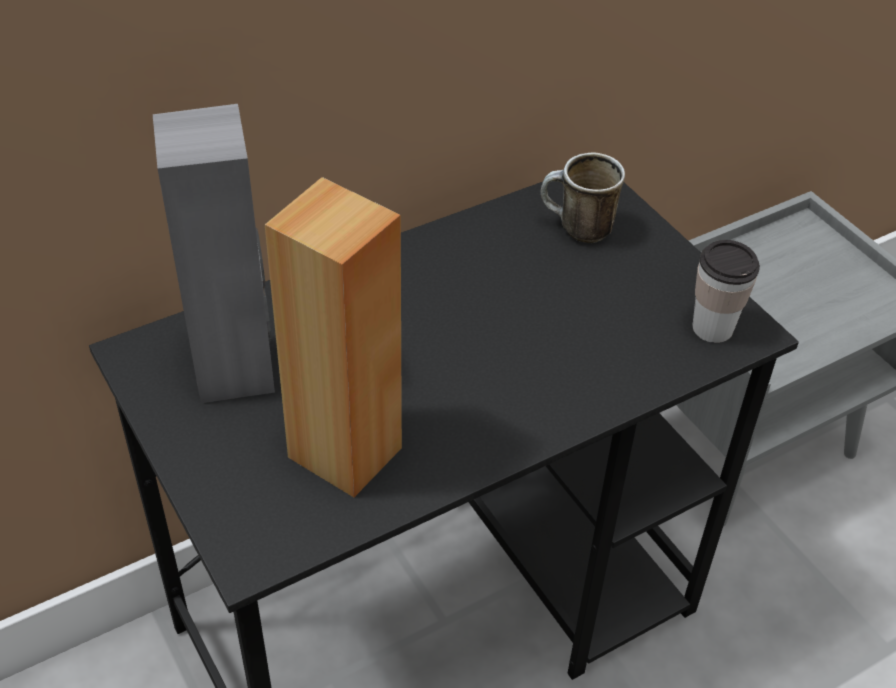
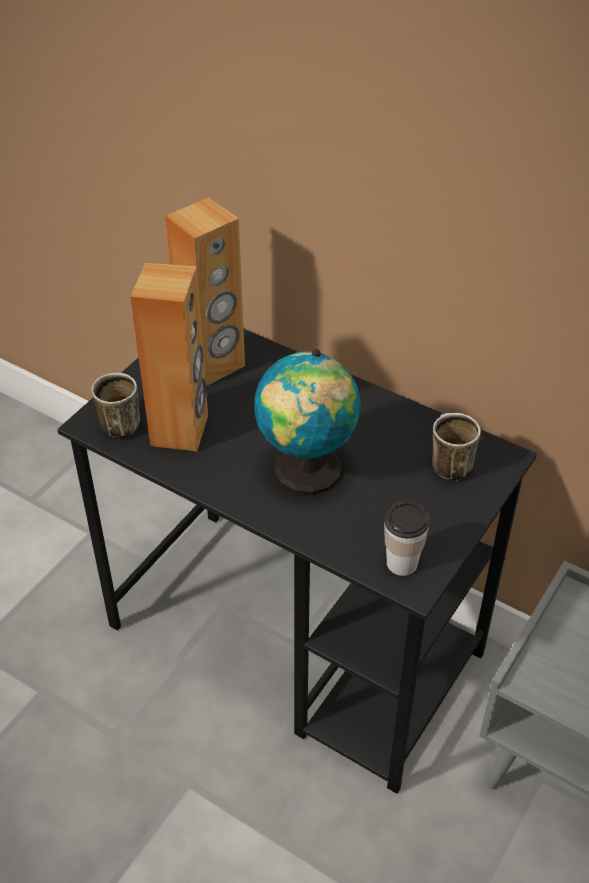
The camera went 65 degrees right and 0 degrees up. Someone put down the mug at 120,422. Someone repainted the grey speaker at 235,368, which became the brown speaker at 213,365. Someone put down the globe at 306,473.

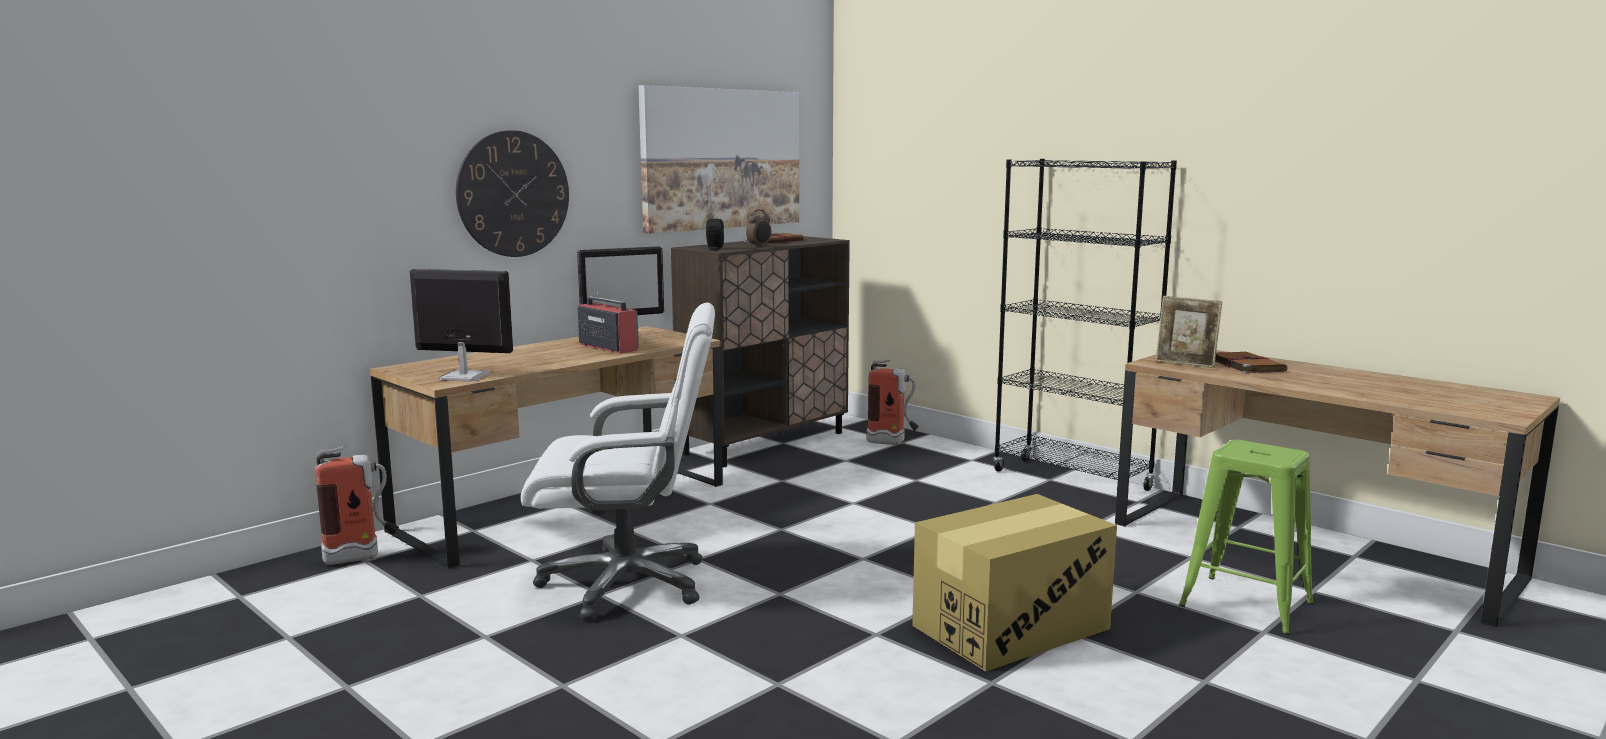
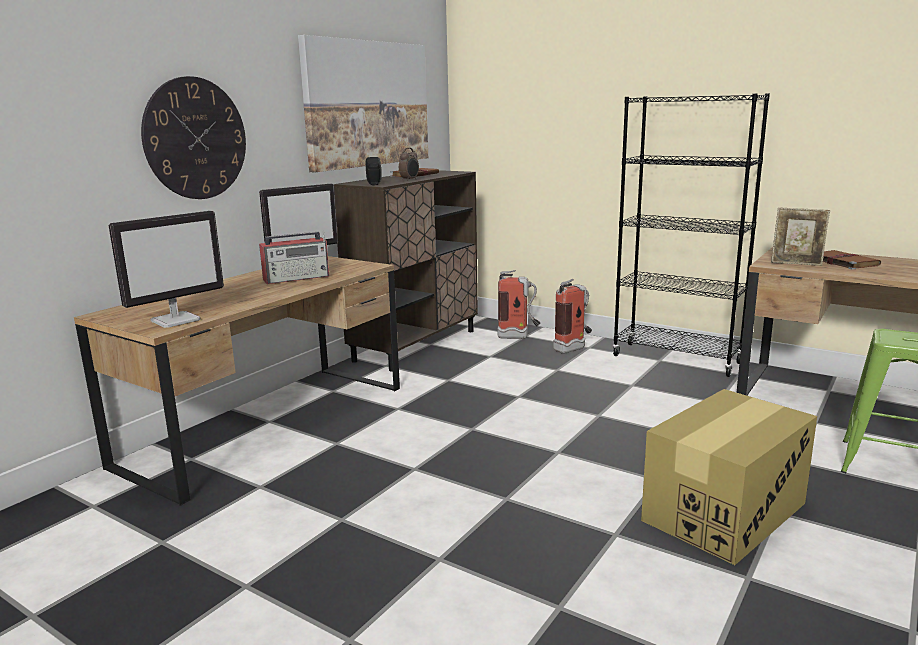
The camera went 10 degrees left and 5 degrees up. Someone rotated the monitor at 464,377 by 135 degrees clockwise. Someone rotated the radio at 608,347 by 120 degrees clockwise. Someone carried the fire extinguisher from 362,557 to 574,348. Someone took away the white office chair at 628,583.

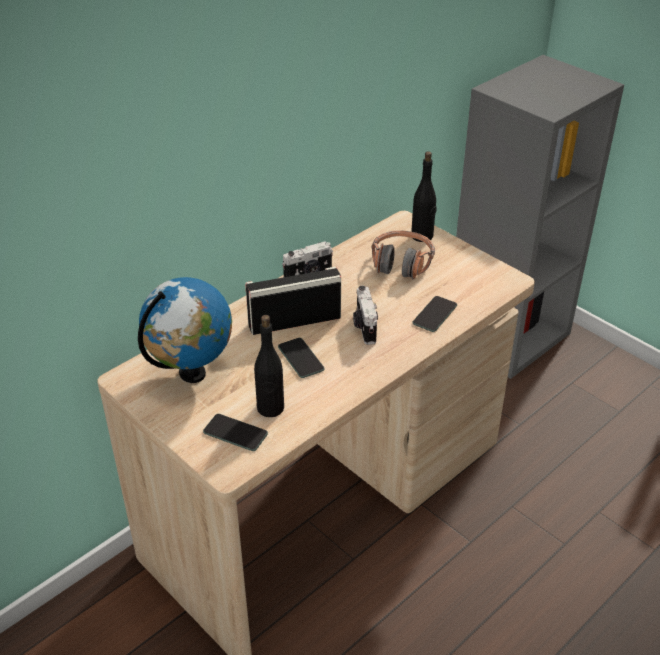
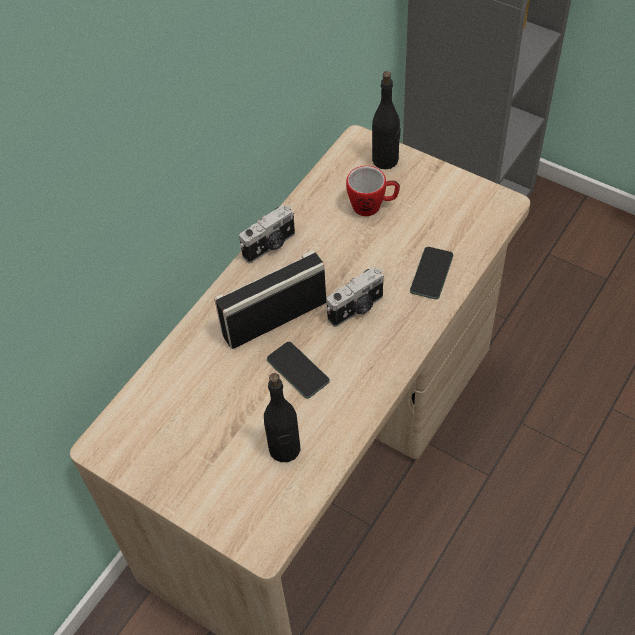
The camera went 10 degrees left and 15 degrees up. Someone rotated the photo camera at 364,327 by 105 degrees counterclockwise. Someone swapped the headphones at 401,263 for the mug at 372,206. Someone took away the globe at 192,374. Someone took away the phone at 235,433.

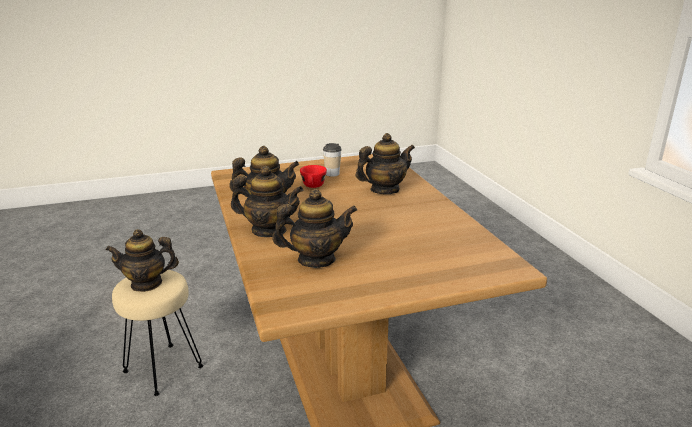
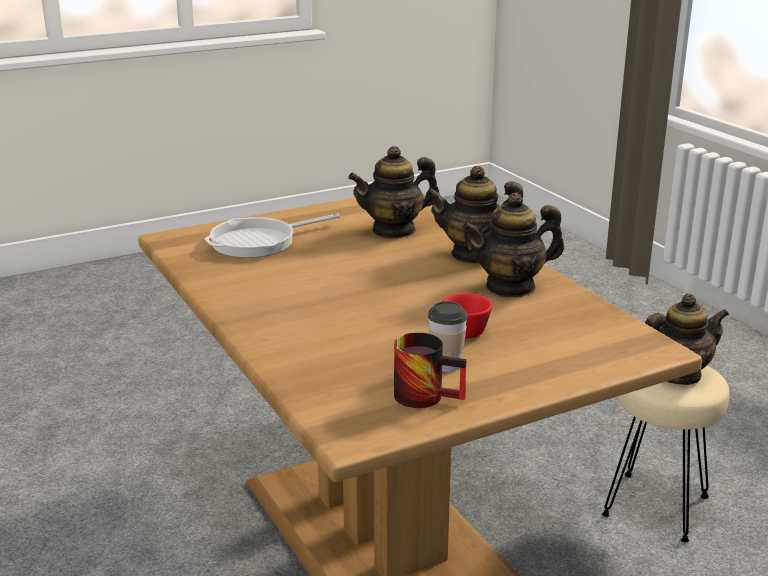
The camera went 170 degrees right and 0 degrees up. Someone put down the frying pan at 259,242. Someone put down the mug at 427,395. Someone took away the teapot at 384,190.

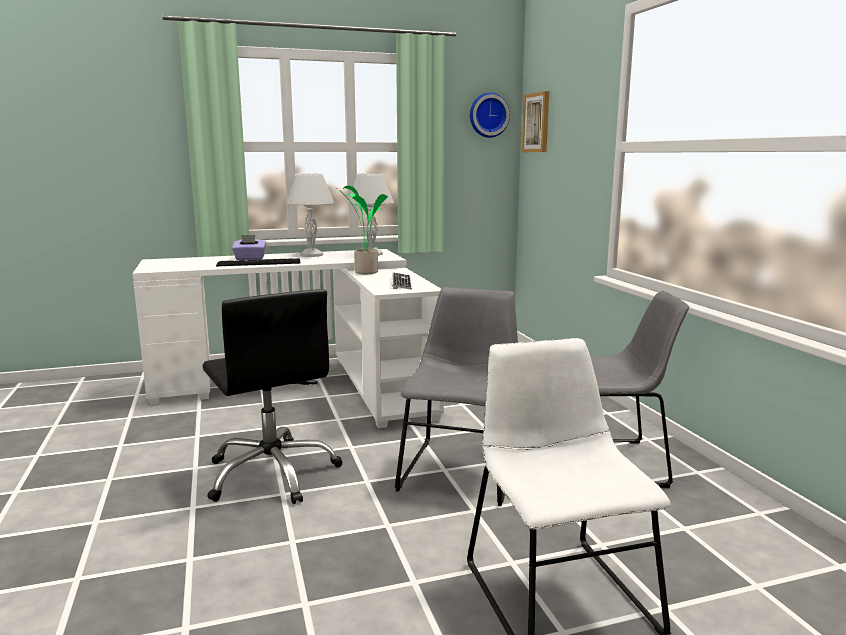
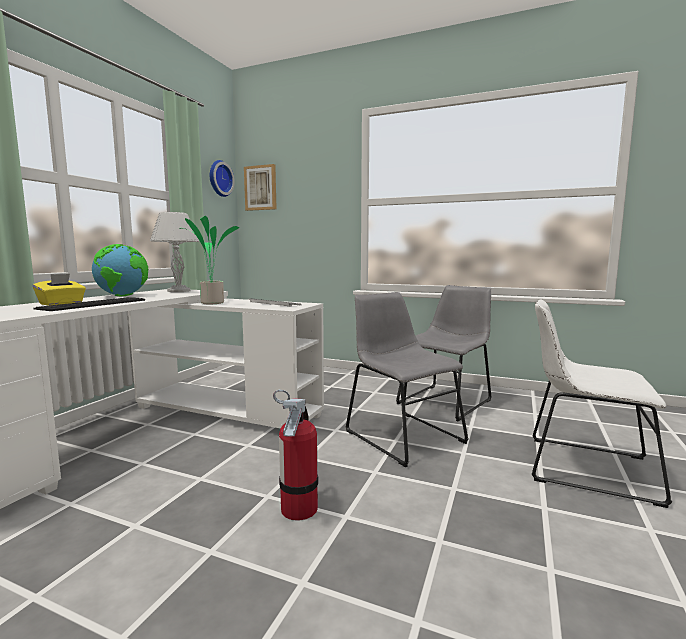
The camera went 50 degrees left and 5 degrees down. Someone repainted the purple tissue box at 250,259, which became the yellow tissue box at 61,303. Someone swapped the white table lamp at 312,255 for the globe at 123,296. Someone swapped the black office chair at 272,473 for the fire extinguisher at 299,508.

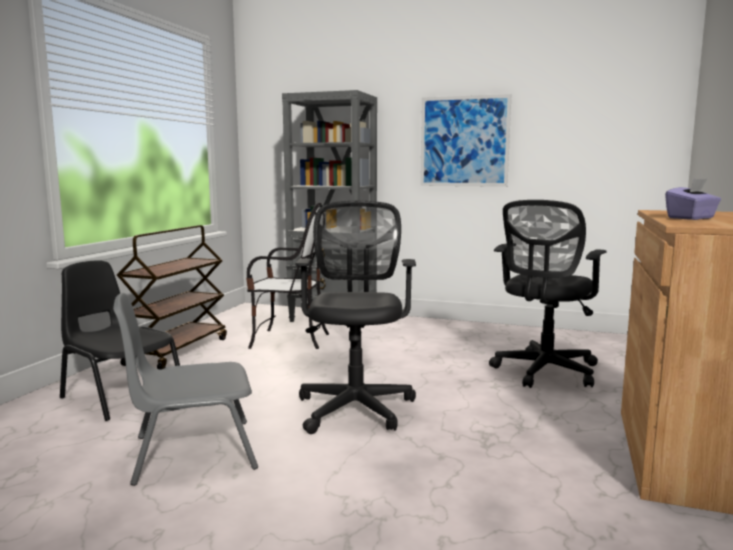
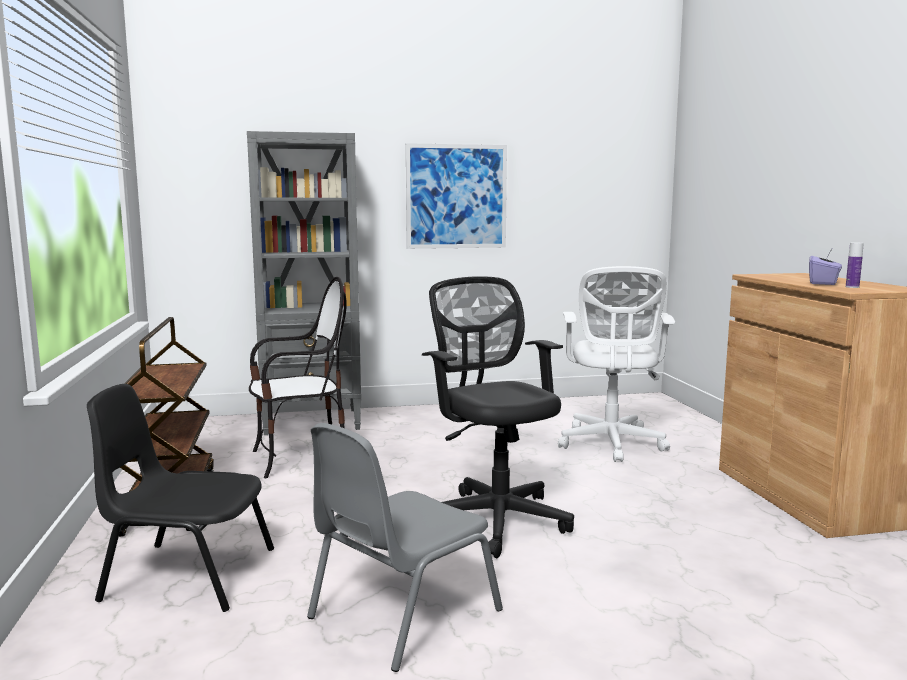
The camera went 30 degrees left and 0 degrees up. Someone repainted the black office chair at 544,372, which became the white office chair at 611,444. Someone put down the bottle at 852,287.

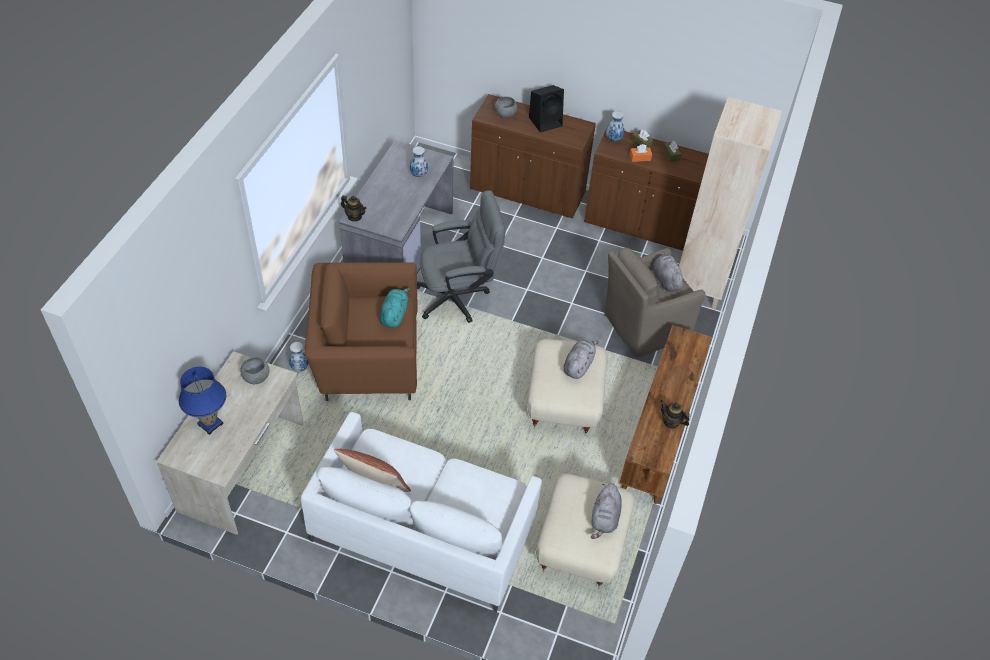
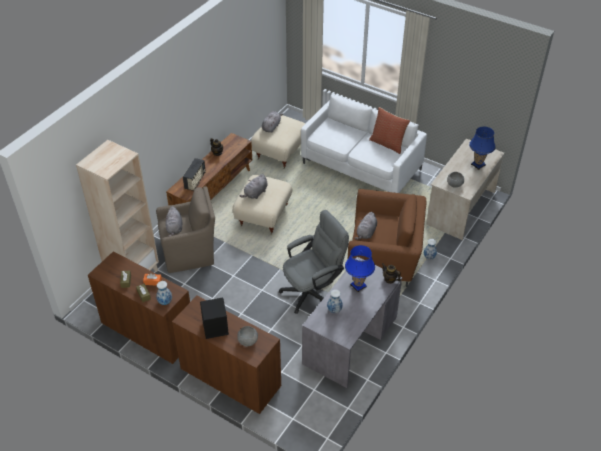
The camera went 165 degrees left and 5 degrees down. Someone put down the radio at 195,181. Someone rotated the grey office chair at 459,297 by 150 degrees clockwise. Someone put down the blue table lamp at 358,286. Someone repainted the turquoise plush toy at 394,315, which became the grey plush toy at 366,233.

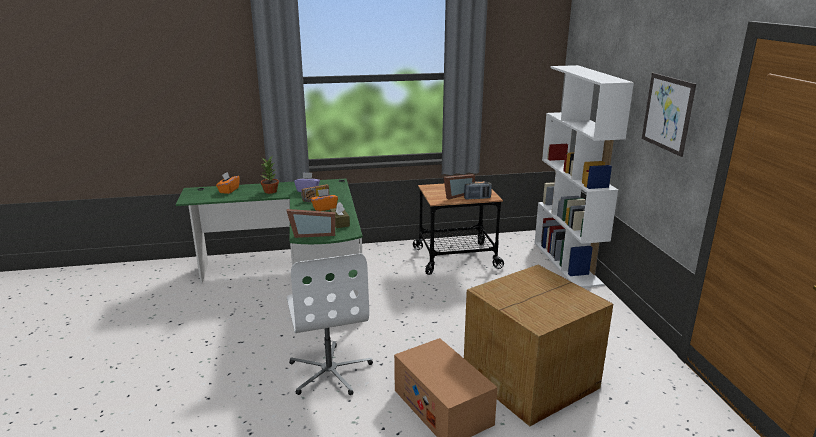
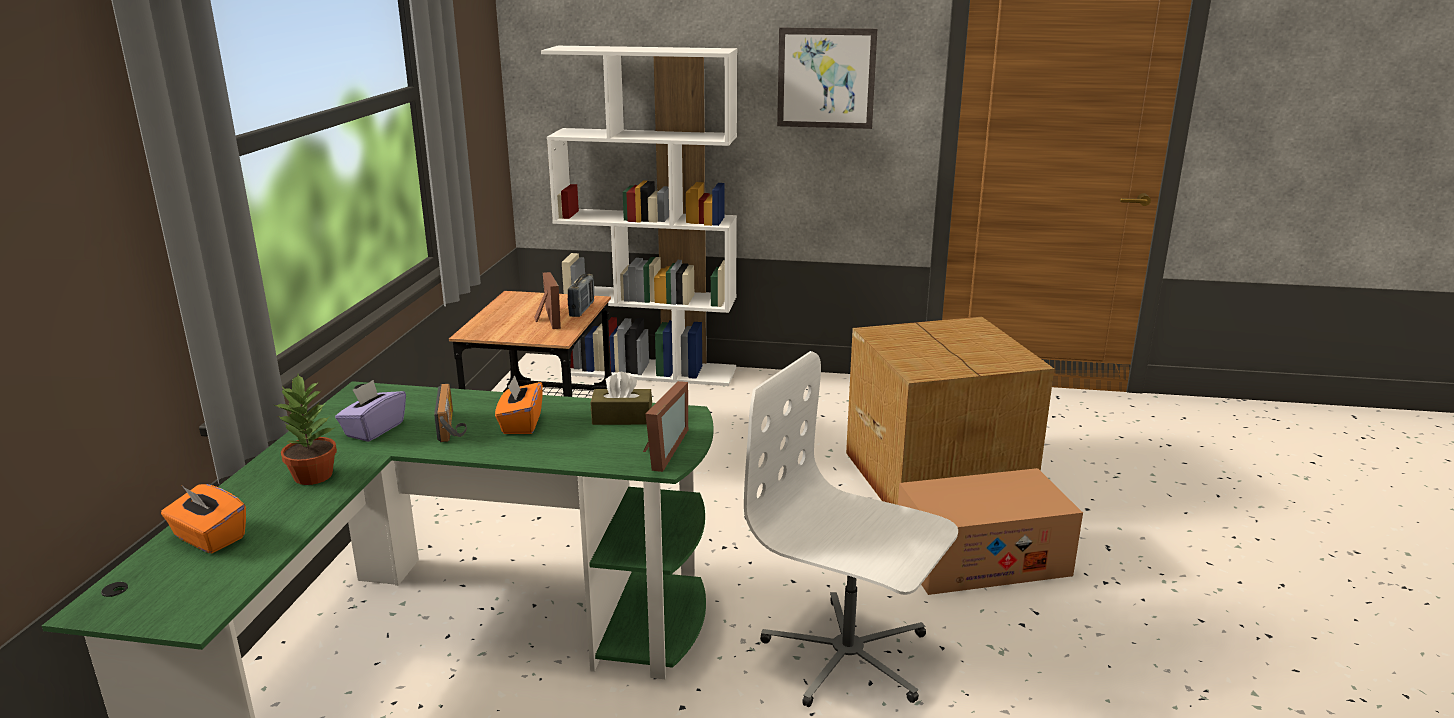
The camera went 70 degrees left and 0 degrees up. Someone rotated the white office chair at 330,371 by 150 degrees counterclockwise.

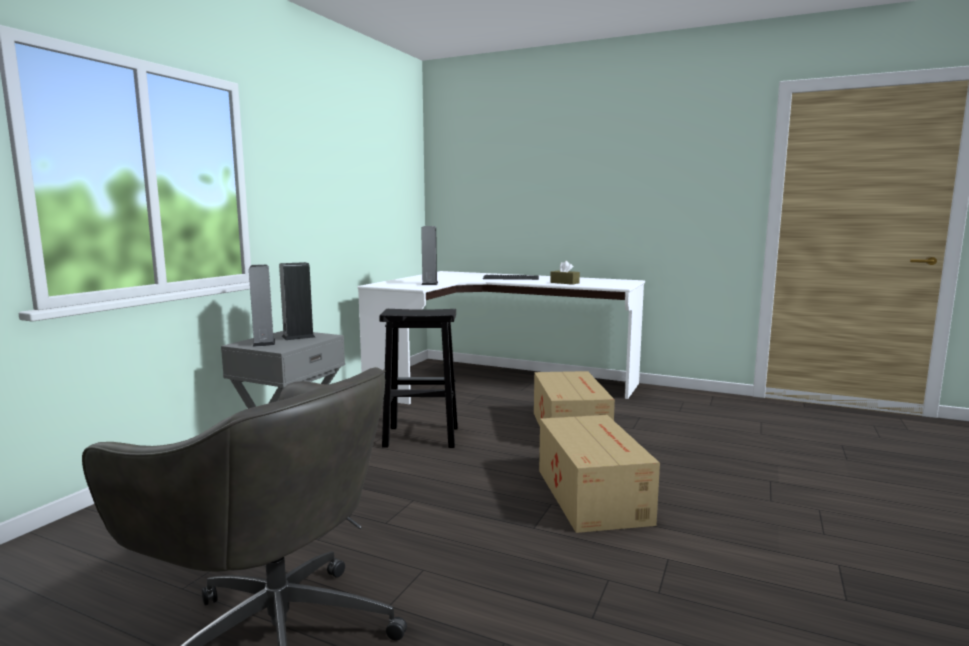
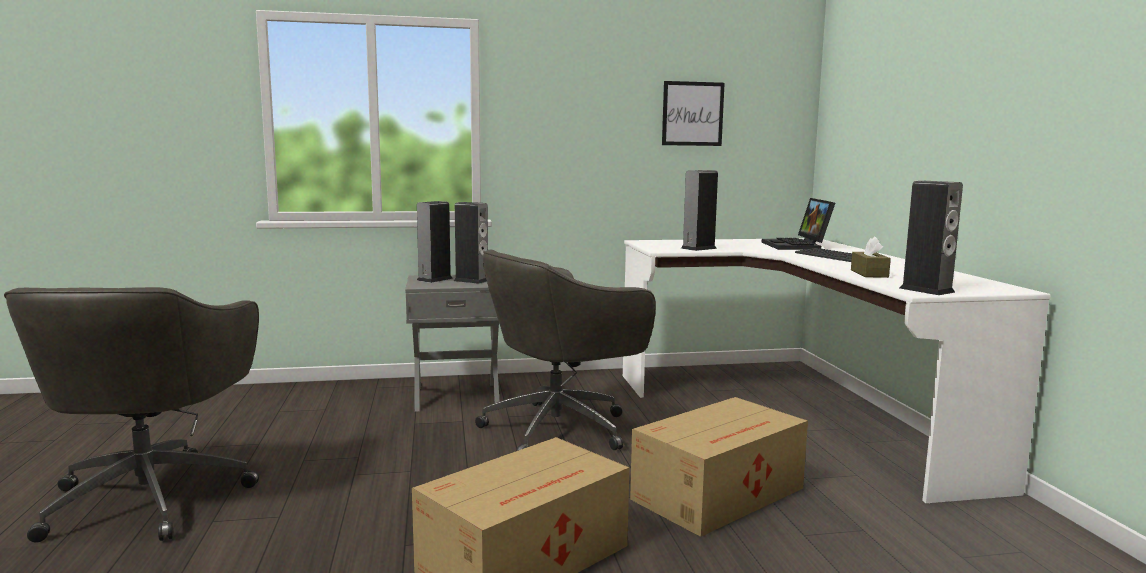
The camera went 55 degrees right and 0 degrees up. Someone swapped the black stool at 420,437 for the grey office chair at 560,428. Someone put up the picture at 692,114. Someone put down the laptop at 797,246. Someone put down the speaker at 926,290.

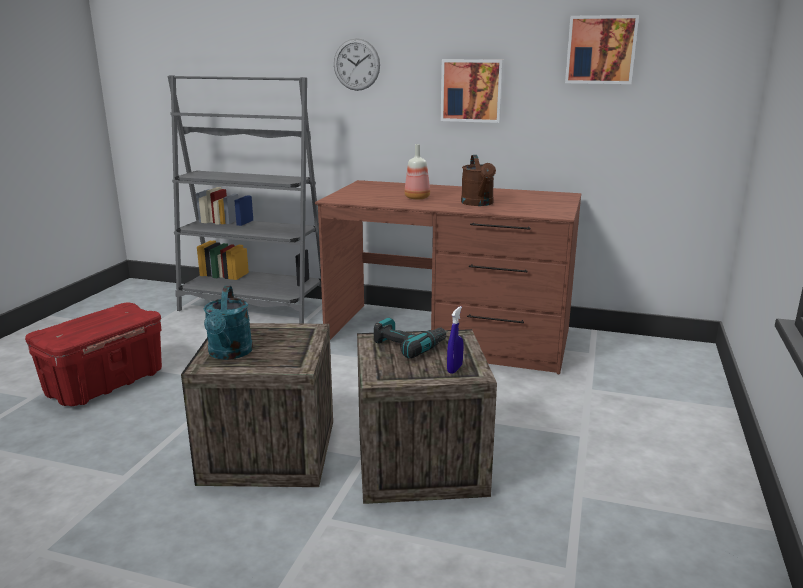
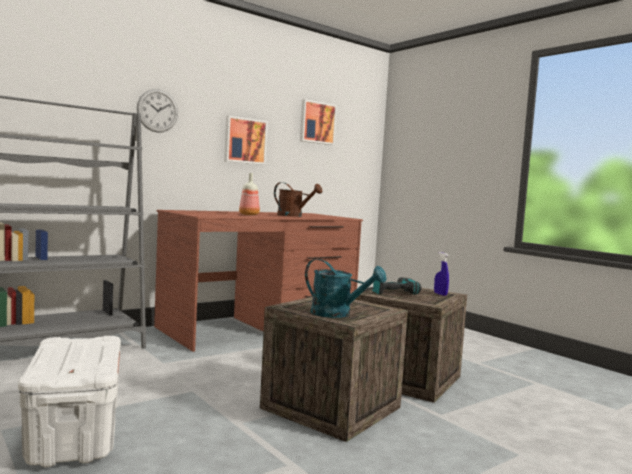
The camera went 55 degrees left and 15 degrees down. Someone repainted the red storage box at 105,383, which became the white storage box at 73,435.

